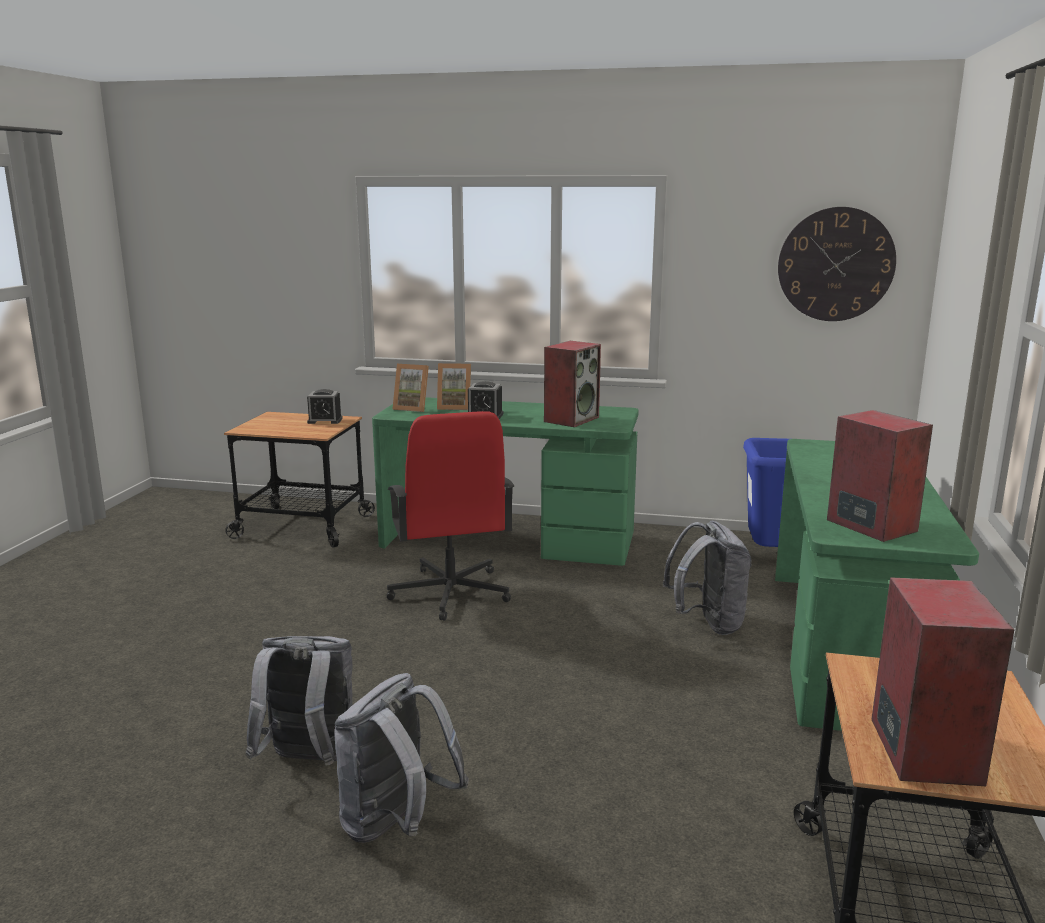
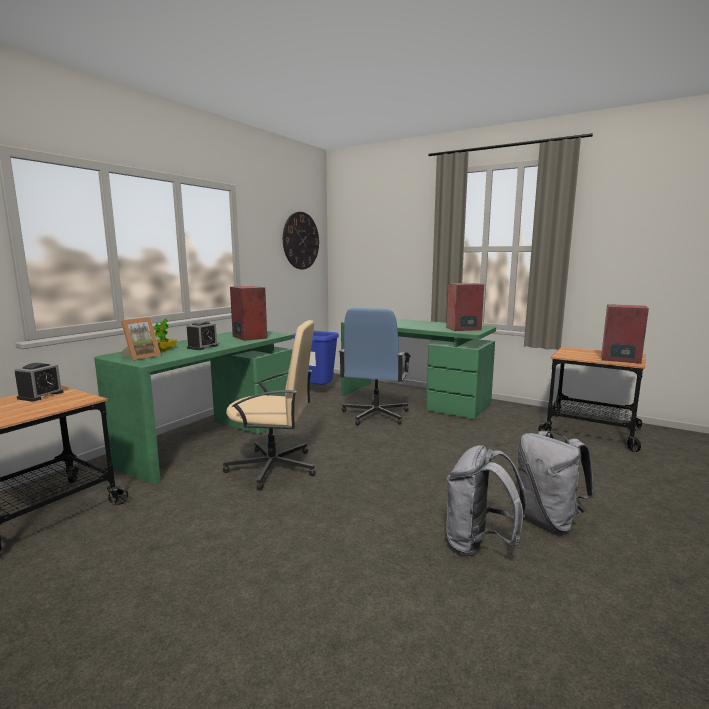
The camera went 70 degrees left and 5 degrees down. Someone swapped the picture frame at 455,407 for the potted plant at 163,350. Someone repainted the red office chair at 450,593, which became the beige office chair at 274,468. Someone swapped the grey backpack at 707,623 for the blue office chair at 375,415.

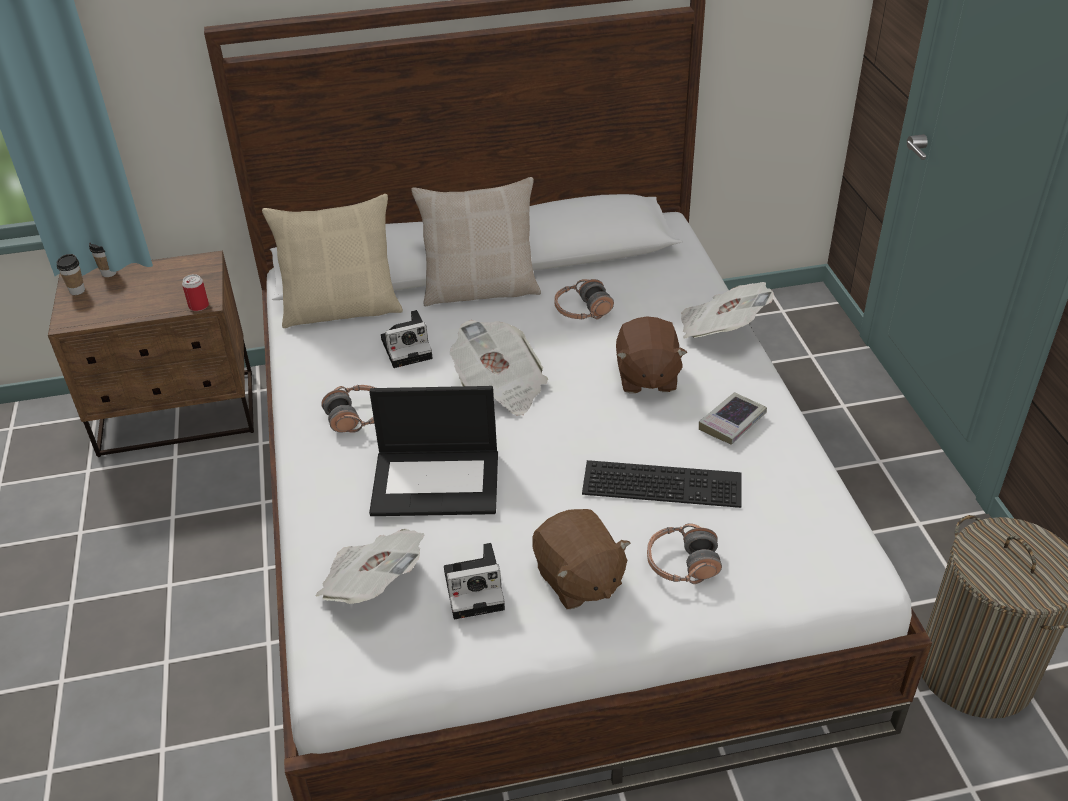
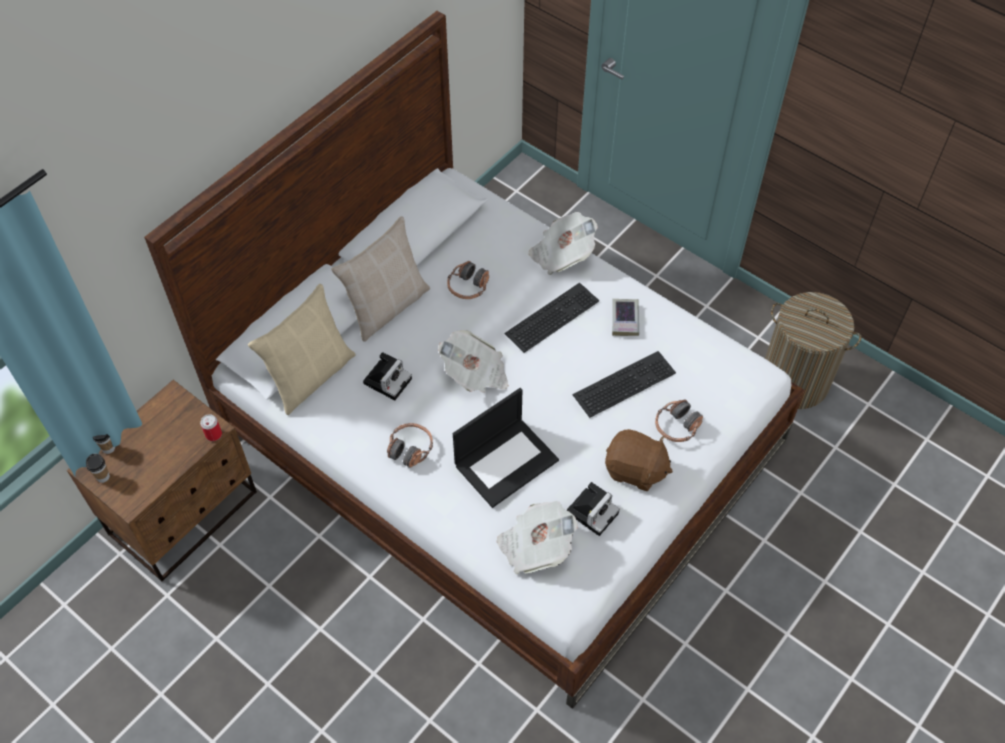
The camera went 40 degrees left and 15 degrees up. Someone swapped the brown plush toy at 646,377 for the keyboard at 551,315.

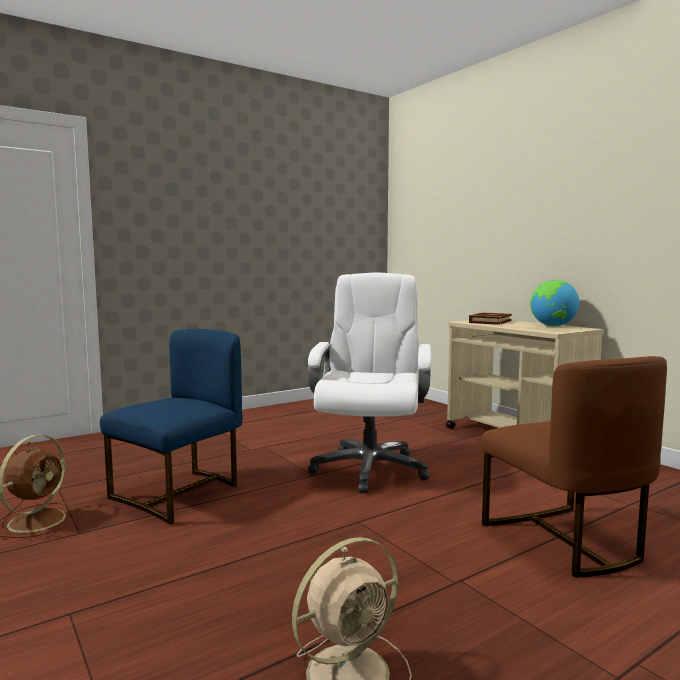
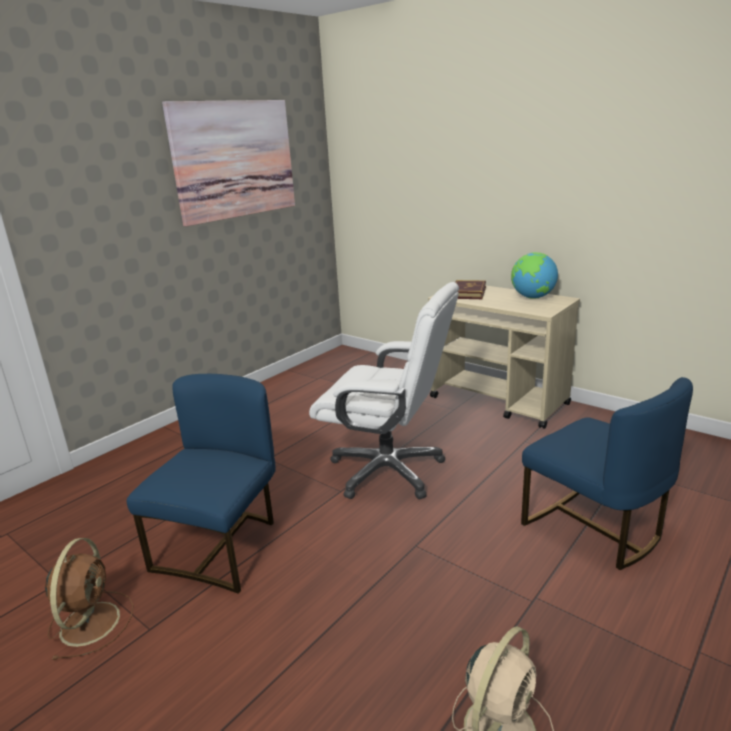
The camera went 15 degrees left and 15 degrees up. Someone put up the picture at 234,160. Someone rotated the white office chair at 369,468 by 120 degrees clockwise. Someone repainted the brown chair at 564,541, which became the blue chair at 594,528.

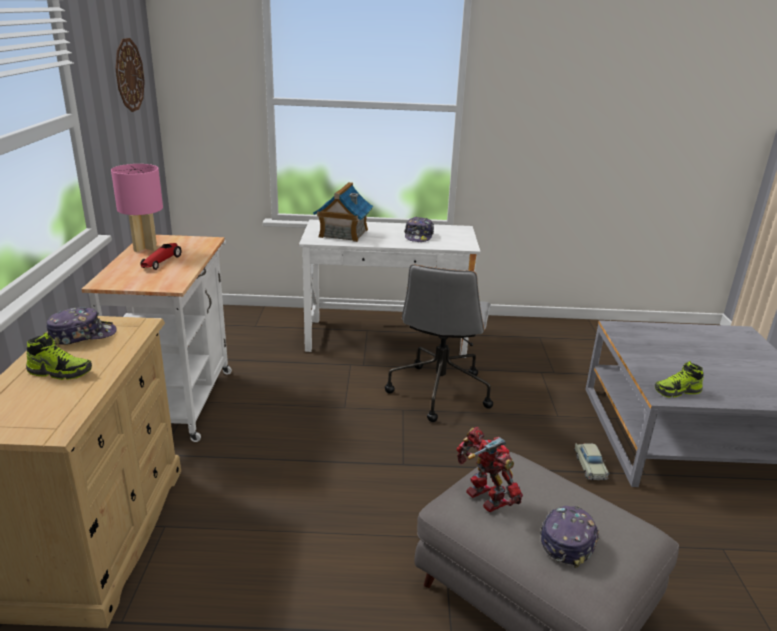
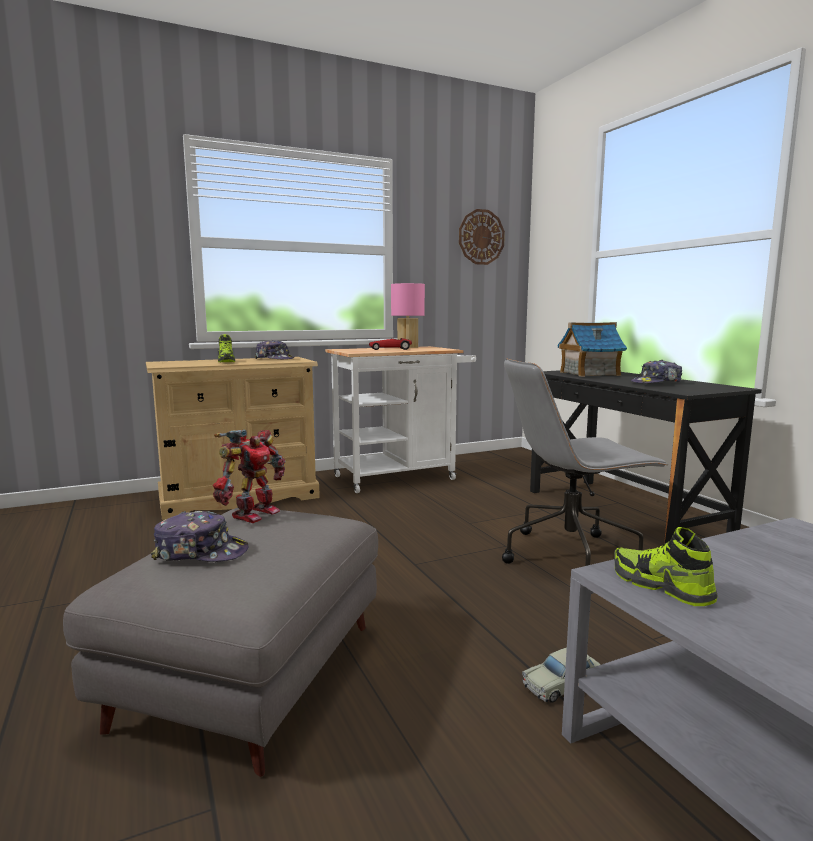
The camera went 65 degrees right and 15 degrees down. Someone repainted the white desk at 386,338, which became the black desk at 623,512.

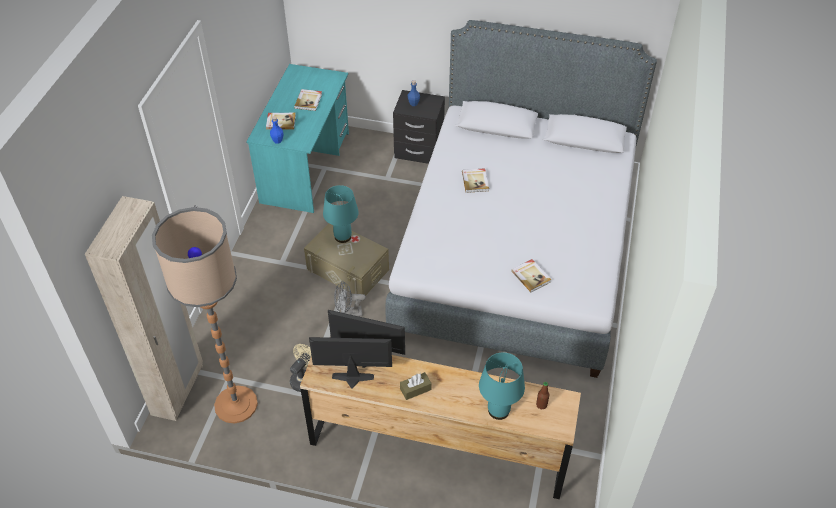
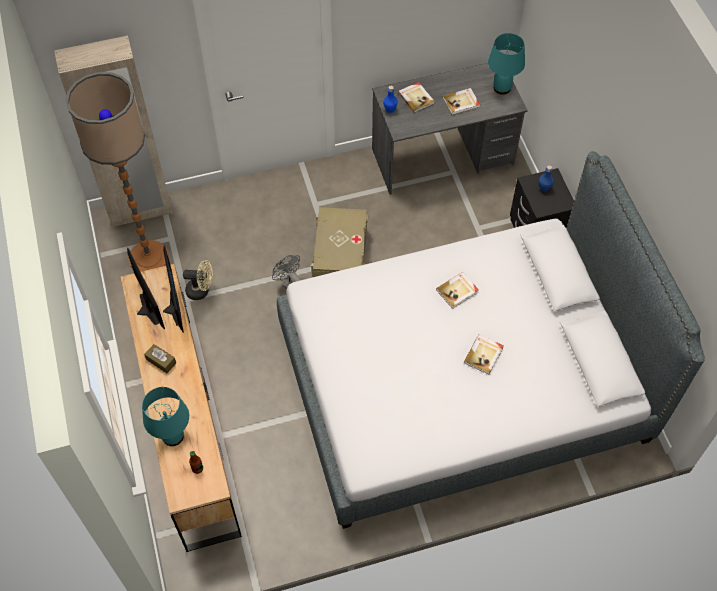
The camera went 60 degrees right and 10 degrees up. Someone repainted the turquoise desk at 306,167, which became the grey desk at 442,157. Someone carried the book from 531,276 to 484,355. Someone carried the turquoise table lamp from 343,237 to 501,88.

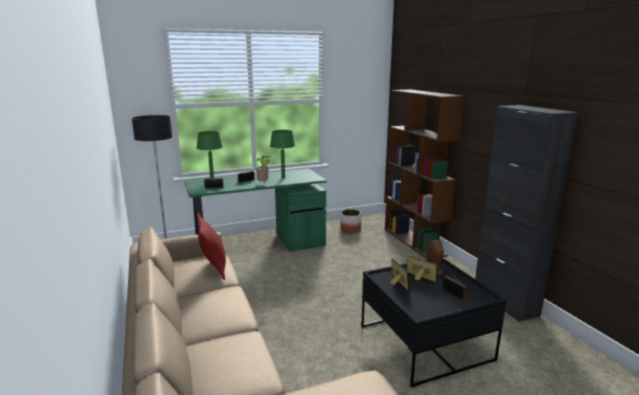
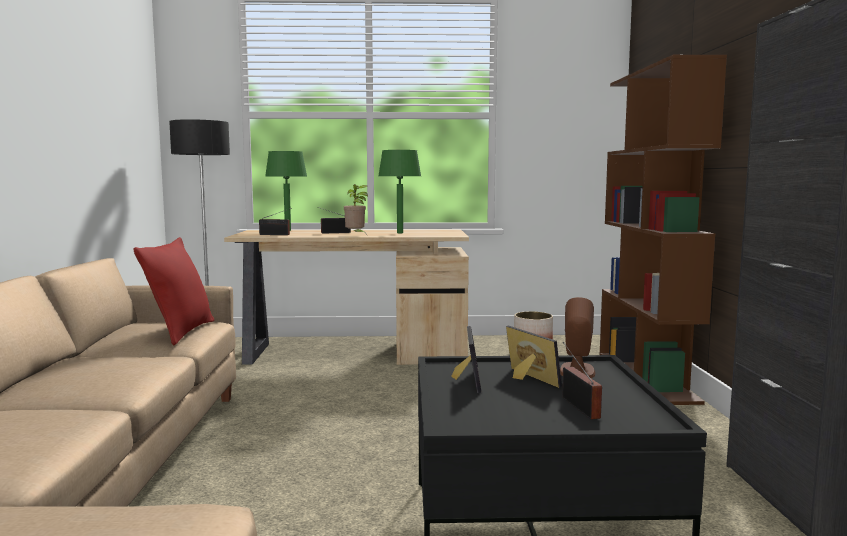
The camera went 20 degrees right and 10 degrees down. Someone repainted the green desk at 258,246, which became the beige desk at 353,352.

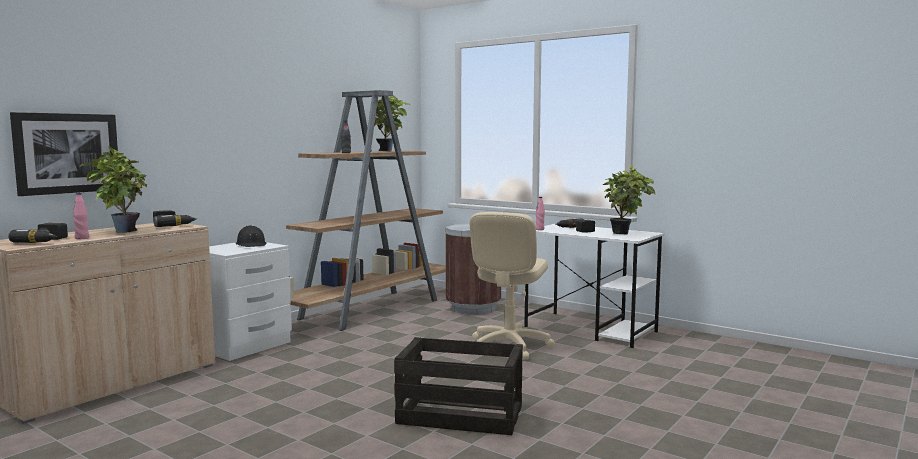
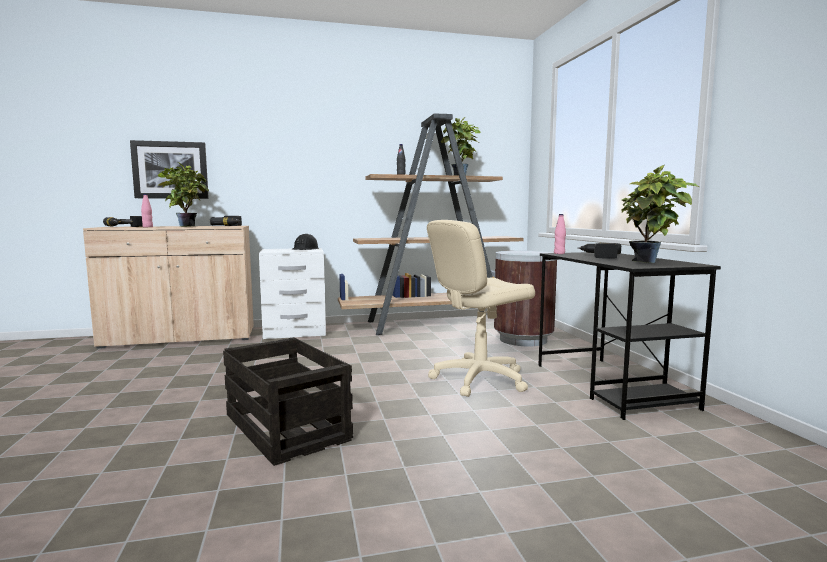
The camera went 40 degrees right and 0 degrees up. Someone repainted the white desk at 591,329, which became the black desk at 611,385.

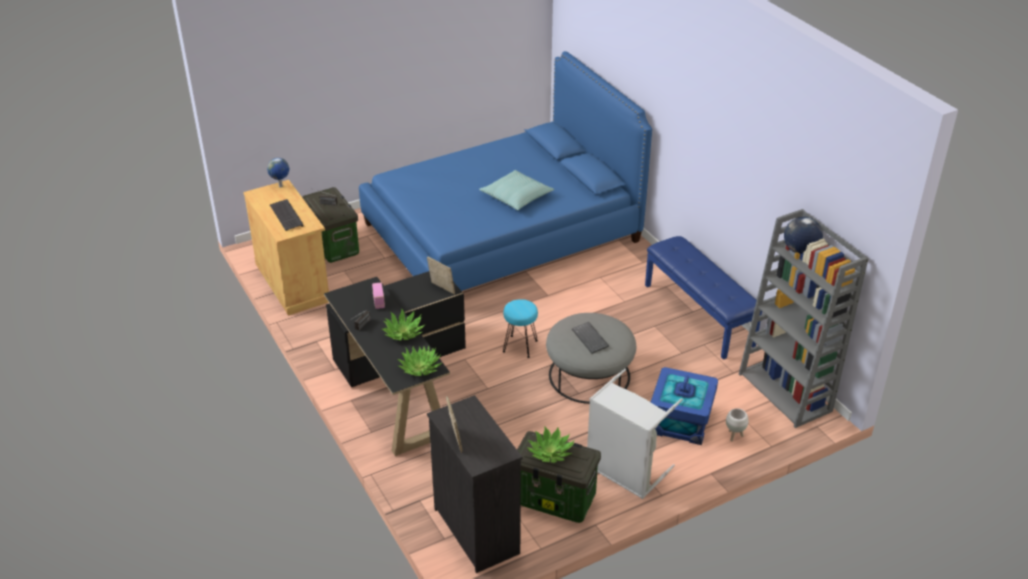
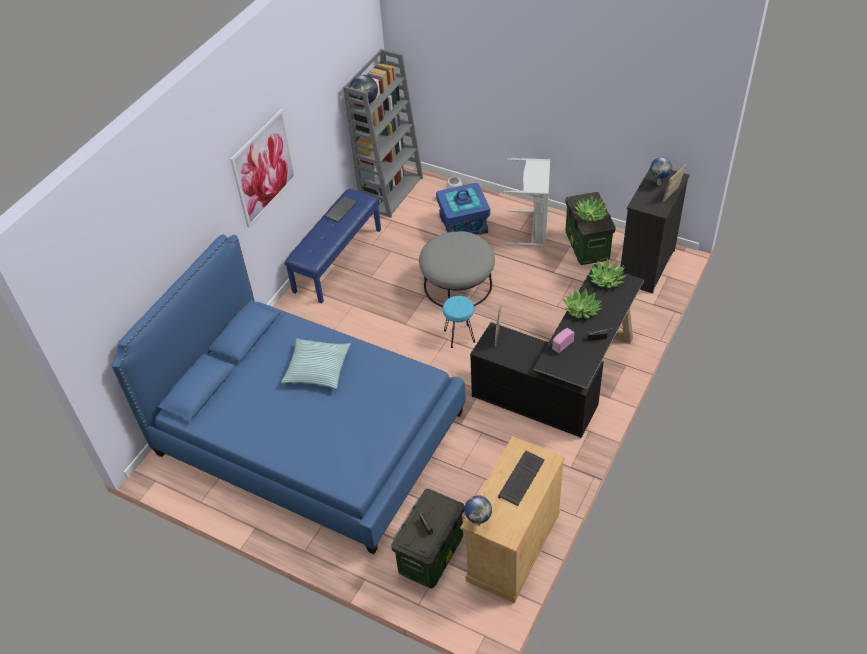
The camera went 120 degrees left and 10 degrees up. Someone put up the picture at 264,168. Someone carried the keyboard from 591,338 to 340,209. Someone put down the globe at 659,183.

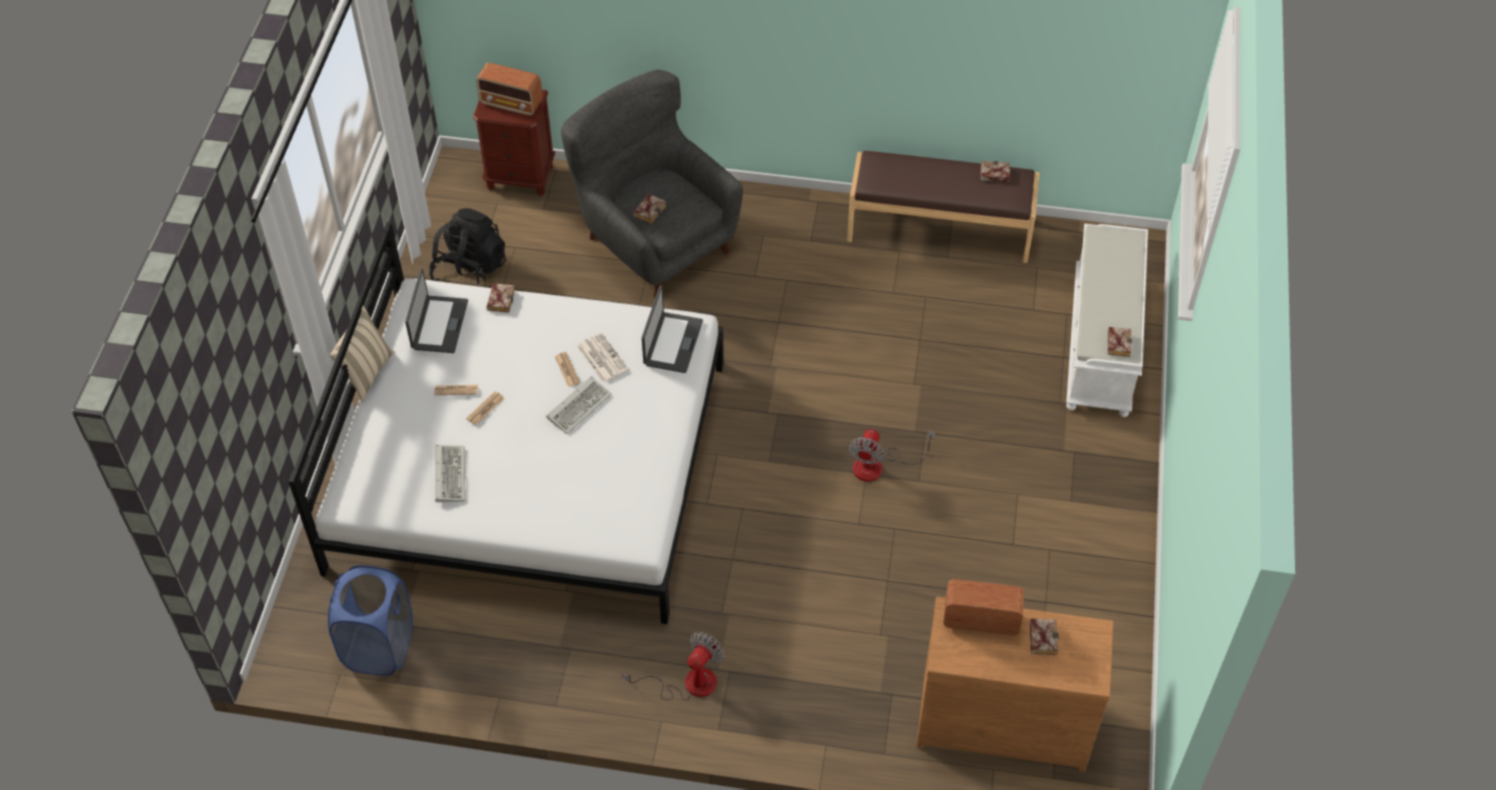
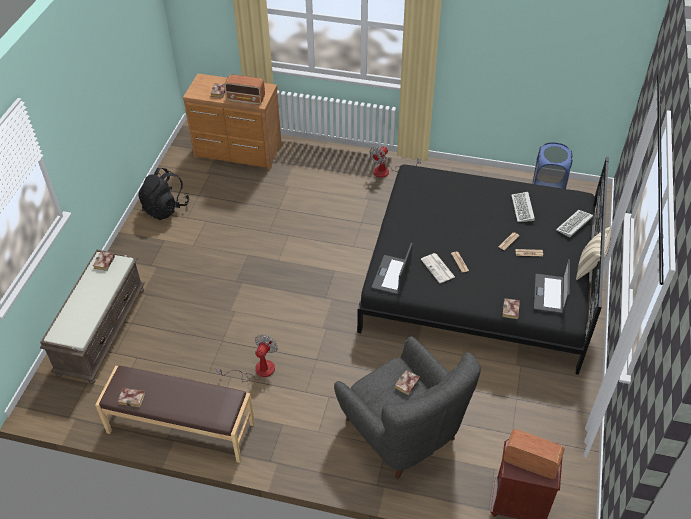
The camera went 175 degrees left and 5 degrees down. Someone repainted the white bench at 1102,344, which became the brown bench at 101,330. Someone carried the black backpack from 470,272 to 165,208. Someone carried the fan from 878,466 to 257,370. Someone repainted the white bed at 529,463, which became the black bed at 480,277. Someone carried the keyboard from 579,405 to 574,225.

